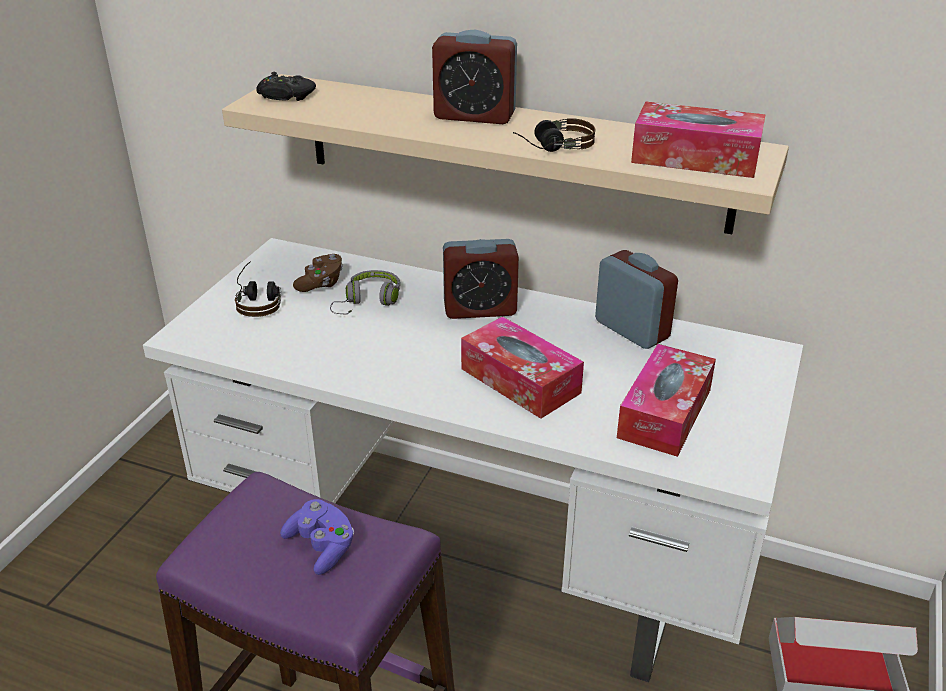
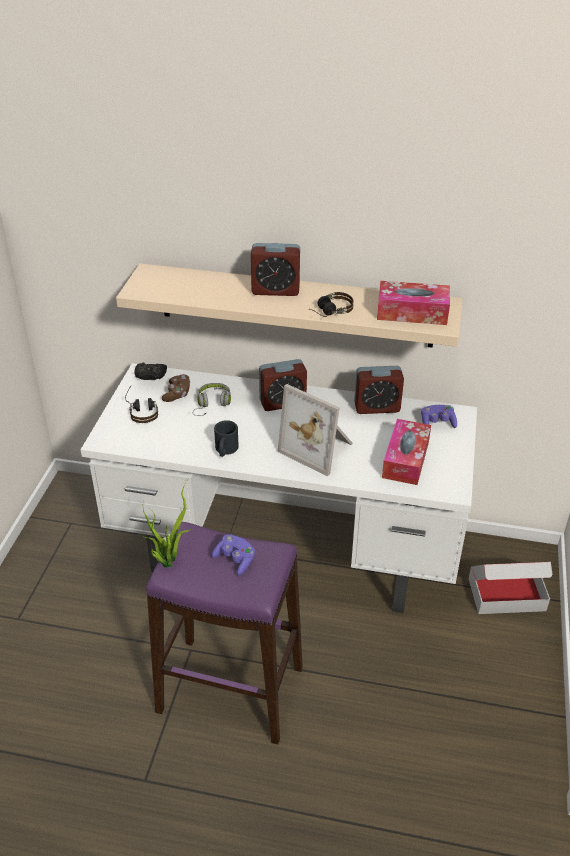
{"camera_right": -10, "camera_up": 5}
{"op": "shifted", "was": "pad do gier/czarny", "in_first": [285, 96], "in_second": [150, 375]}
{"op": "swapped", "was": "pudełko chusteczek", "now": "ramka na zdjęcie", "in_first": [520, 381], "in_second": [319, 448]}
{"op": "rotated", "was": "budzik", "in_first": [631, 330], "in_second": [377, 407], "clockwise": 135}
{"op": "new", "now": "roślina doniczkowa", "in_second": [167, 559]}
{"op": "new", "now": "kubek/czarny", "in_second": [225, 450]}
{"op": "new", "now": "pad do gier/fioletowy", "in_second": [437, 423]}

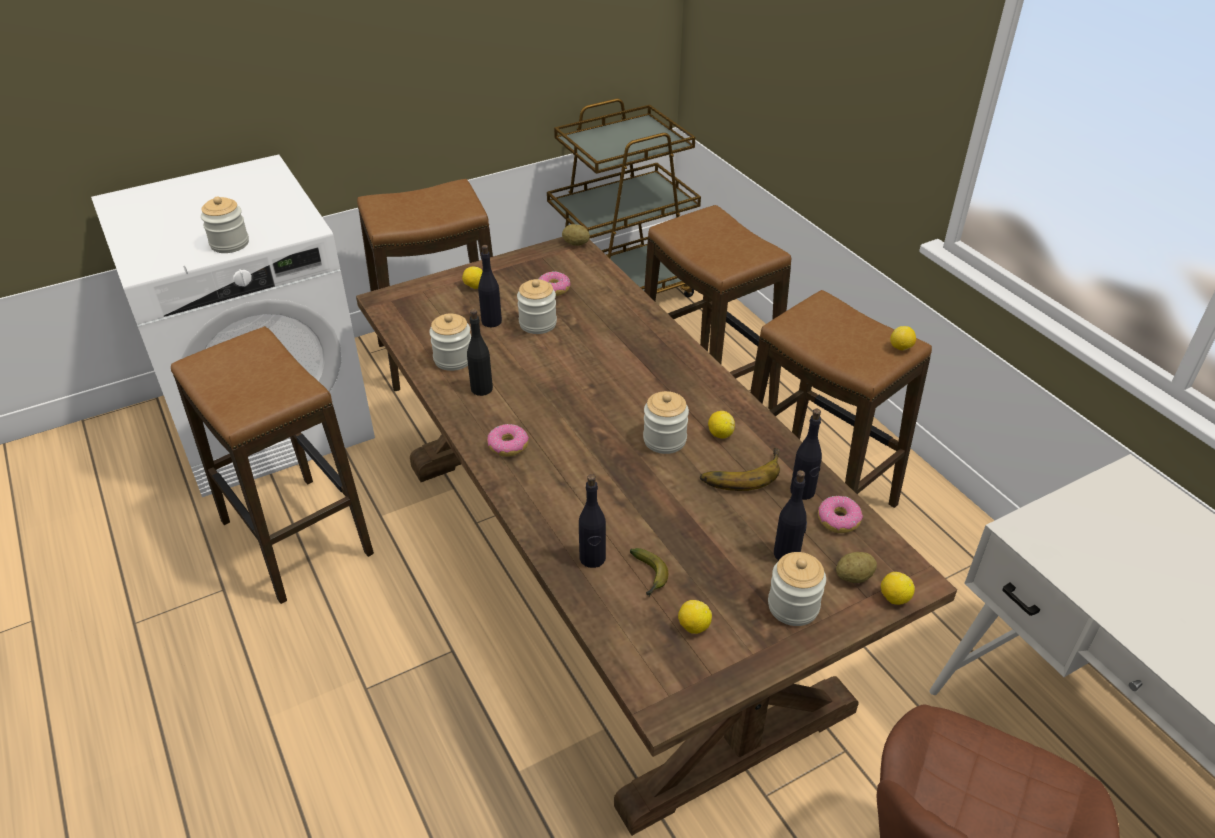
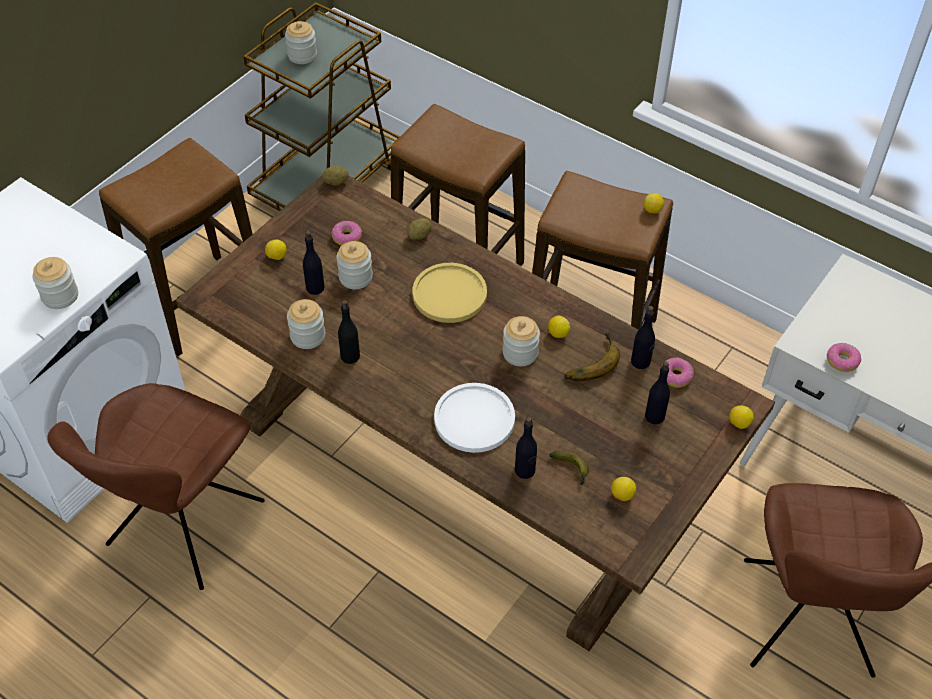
{"camera_right": -25, "camera_up": 10}
{"op": "swapped", "was": "stołek", "now": "krzesło/brązowy", "in_first": [296, 538], "in_second": [182, 527]}
{"op": "shifted", "was": "donut", "in_first": [508, 446], "in_second": [842, 361]}
{"op": "shifted", "was": "słoik", "in_first": [793, 606], "in_second": [302, 55]}
{"op": "shifted", "was": "ziemniak", "in_first": [854, 577], "in_second": [419, 235]}
{"op": "new", "now": "talerz/żółty", "in_second": [449, 294]}
{"op": "new", "now": "talerz/biały", "in_second": [474, 419]}

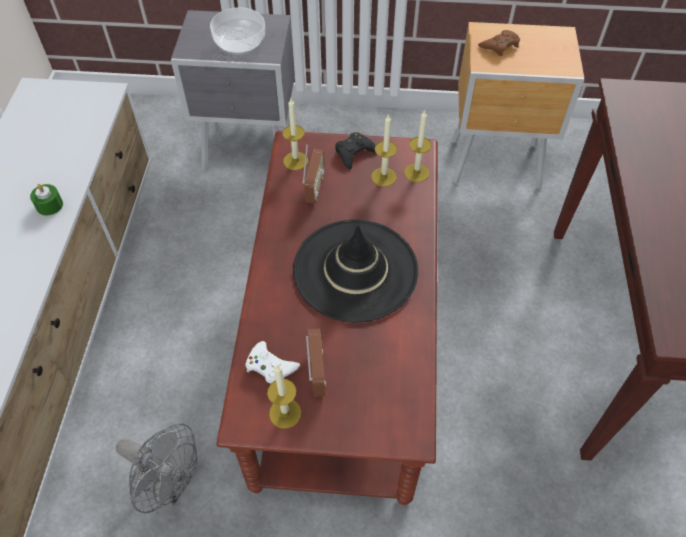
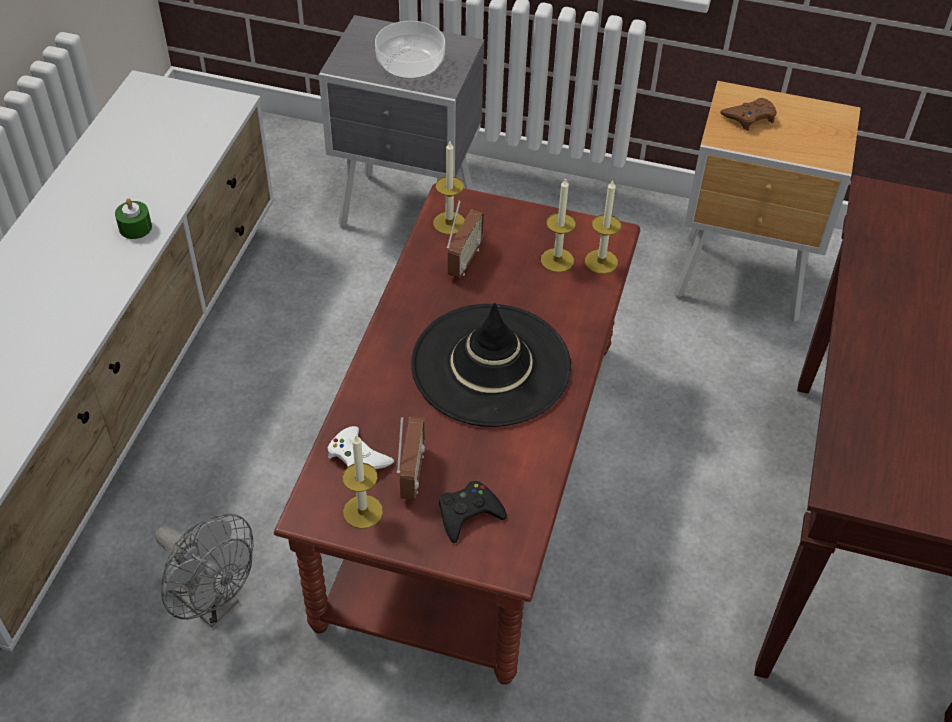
{"camera_right": 10, "camera_up": -5}
{"op": "shifted", "was": "pad do gier/czarny", "in_first": [354, 153], "in_second": [468, 514]}

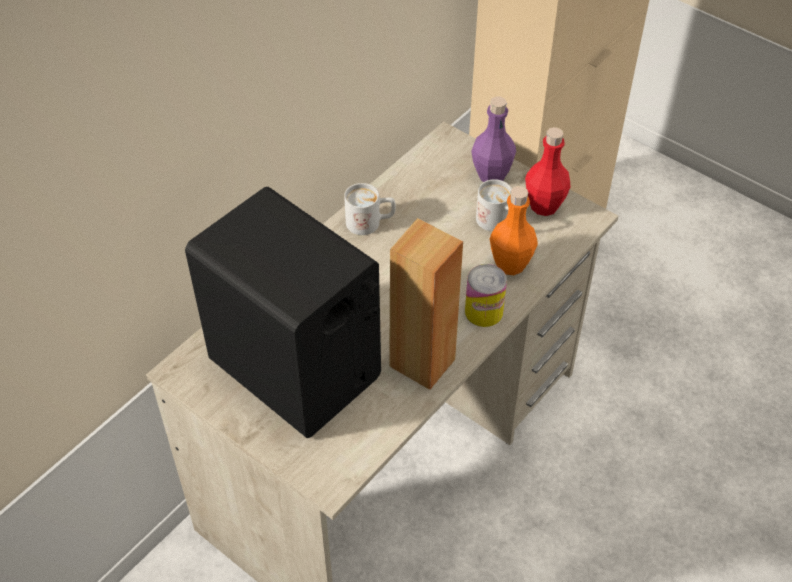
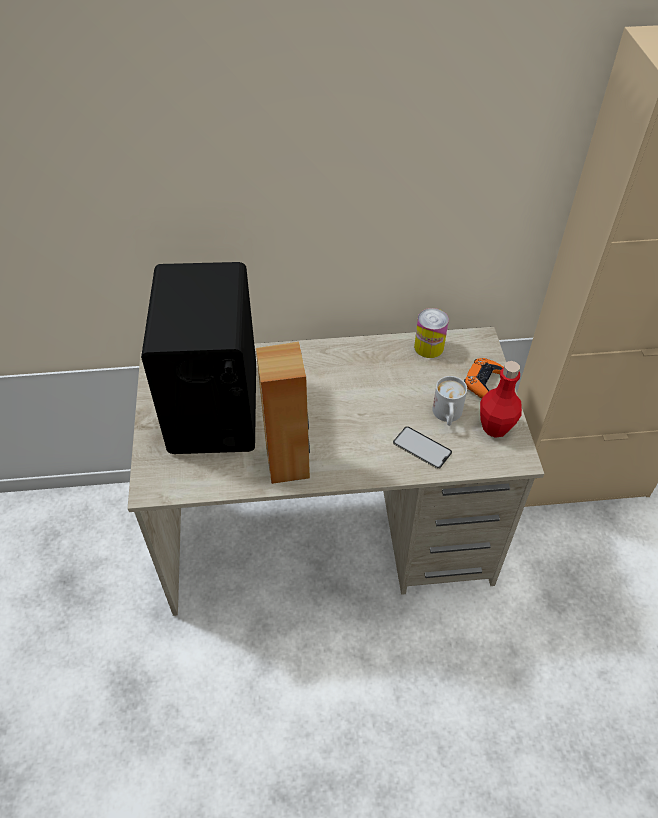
{"camera_right": 45, "camera_up": 0}
{"op": "gone", "was": "kubek/biały", "in_first": [370, 223]}
{"op": "shifted", "was": "puszka", "in_first": [484, 311], "in_second": [429, 347]}
{"op": "swapped", "was": "butelka/fioletowy", "now": "pad do gier/pomarańczowy", "in_first": [491, 175], "in_second": [483, 382]}
{"op": "swapped", "was": "butelka/pomarańczowy", "now": "telefon", "in_first": [510, 264], "in_second": [422, 448]}

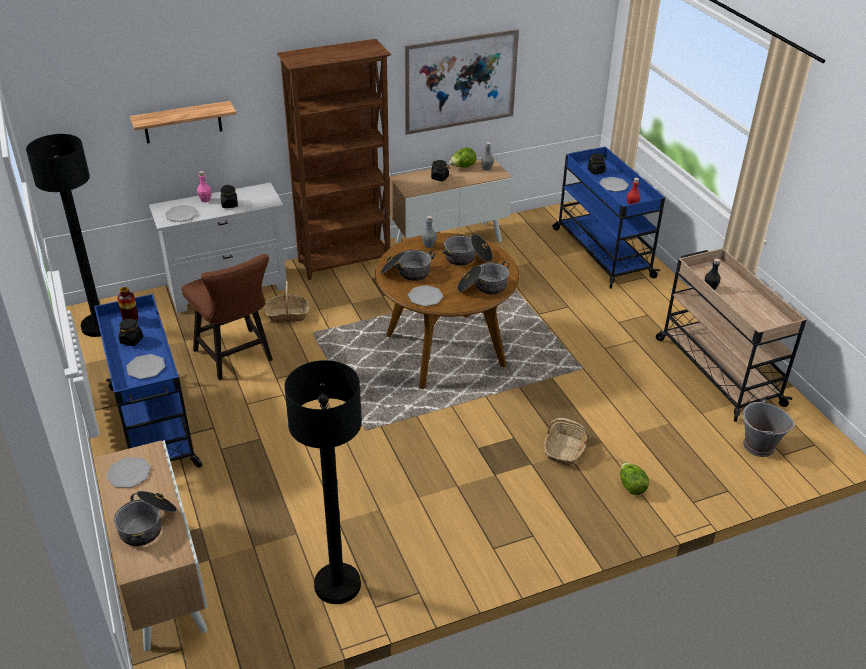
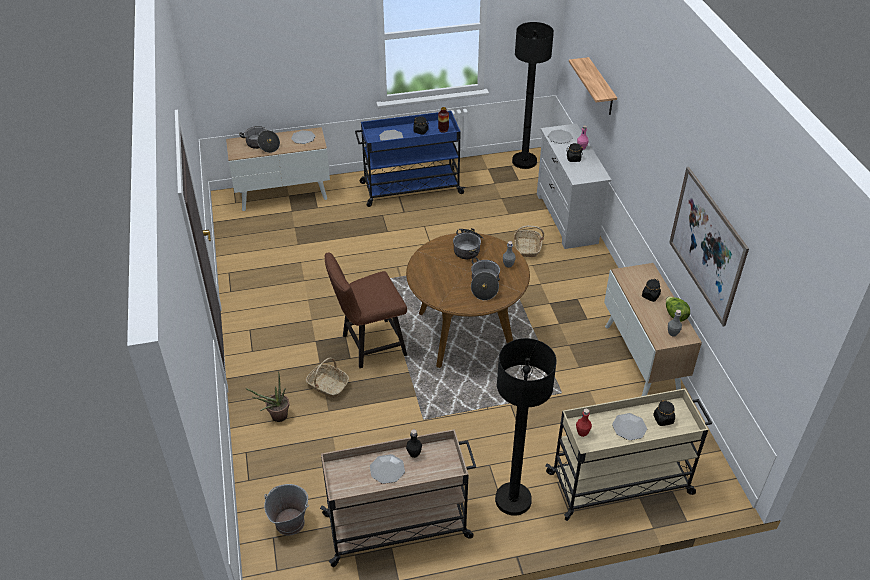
{"camera_right": 100, "camera_up": 5}
{"op": "shifted", "was": "krzesło/brązowy", "in_first": [236, 358], "in_second": [369, 346]}
{"op": "gone", "was": "regał/brązowy", "in_first": [345, 262]}
{"op": "shifted", "was": "lampa stojąca/czarny", "in_first": [337, 584], "in_second": [513, 499]}
{"op": "shifted", "was": "talerz", "in_first": [425, 297], "in_second": [387, 469]}
{"op": "gone", "was": "garnek", "in_first": [483, 287]}
{"op": "repainted", "was": "wózek/niebieski", "now": "wózek/beżowy", "in_first": [601, 252], "in_second": [621, 483]}
{"op": "swapped", "was": "sałata", "now": "roślina doniczkowa", "in_first": [631, 486], "in_second": [276, 417]}

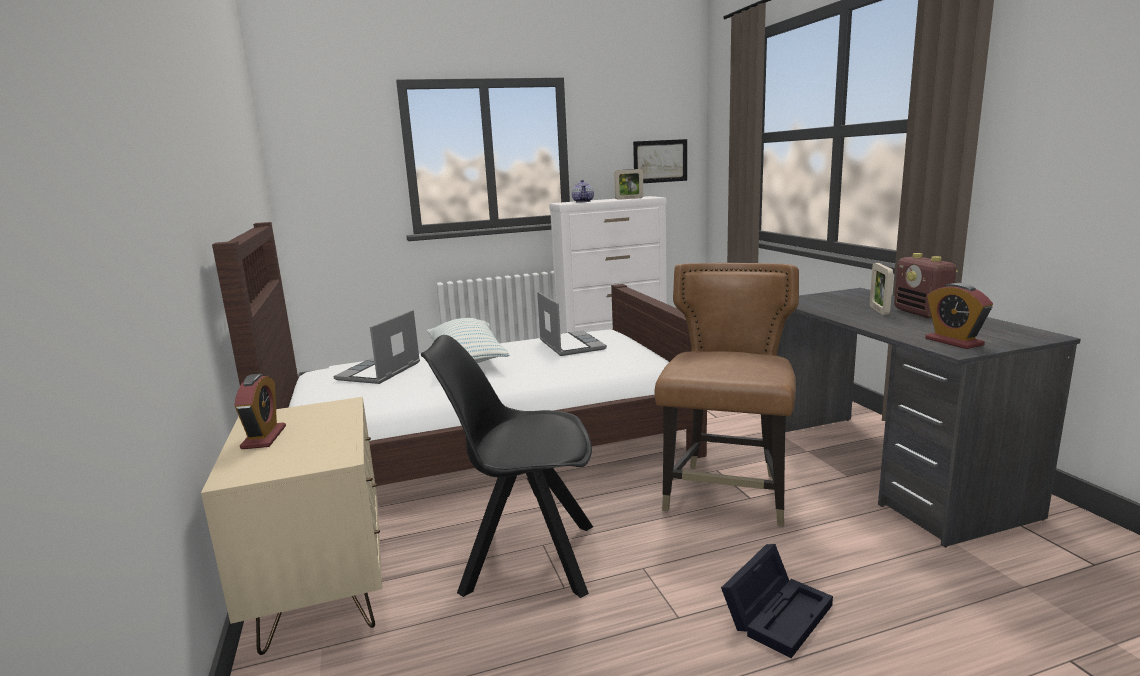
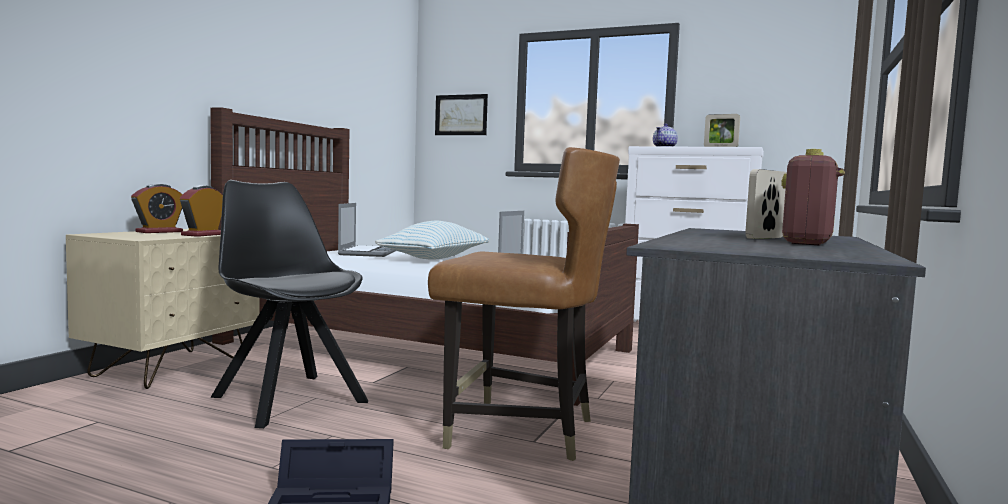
{"camera_right": 40, "camera_up": -10}
{"op": "rotated", "was": "laptop", "in_first": [379, 372], "in_second": [367, 253], "clockwise": 120}
{"op": "shifted", "was": "obraz", "in_first": [660, 161], "in_second": [461, 115]}
{"op": "rotated", "was": "krzesło/brązowy", "in_first": [727, 494], "in_second": [520, 431], "clockwise": 45}
{"op": "shifted", "was": "budzik", "in_first": [953, 342], "in_second": [203, 235]}

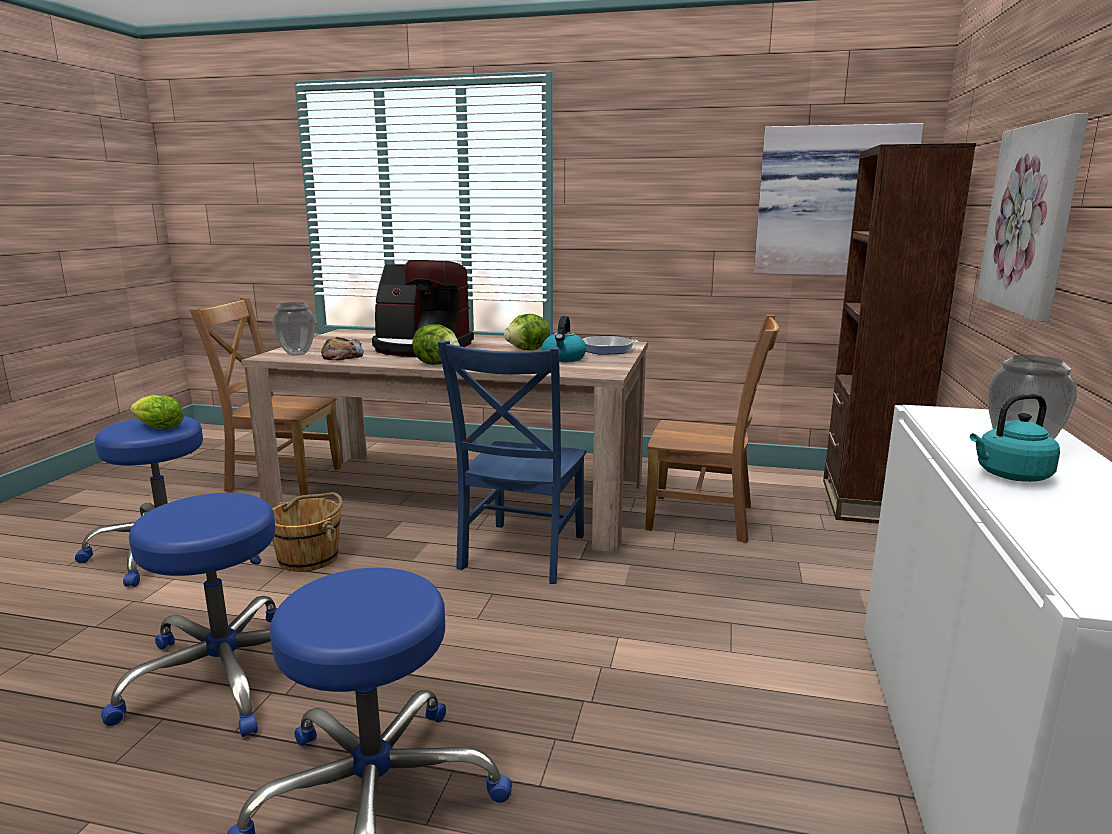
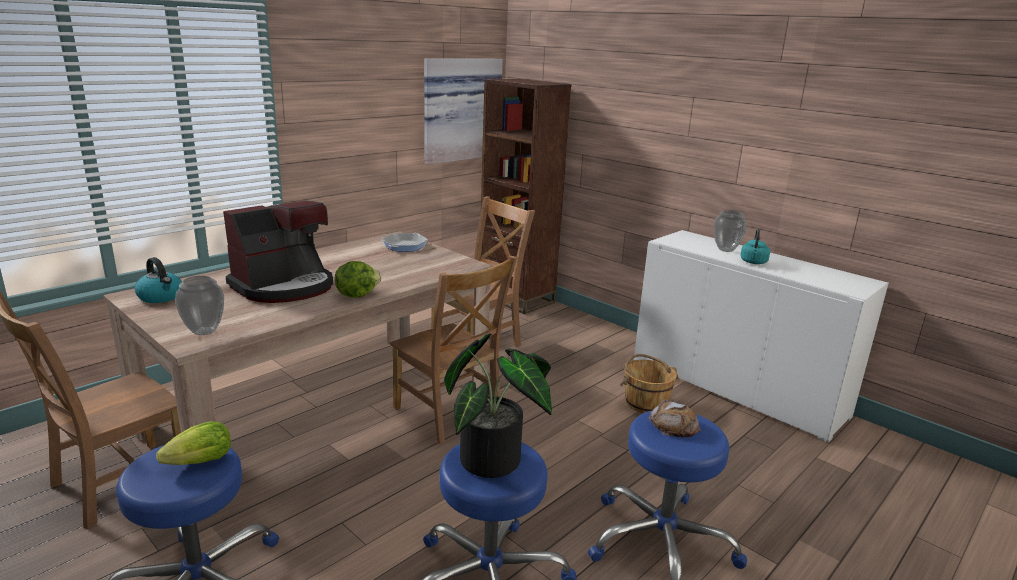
{"camera_right": -60, "camera_up": 5}
{"op": "shifted", "was": "wiadro/brązowy", "in_first": [310, 557], "in_second": [645, 402]}
{"op": "shifted", "was": "chleb", "in_first": [342, 356], "in_second": [674, 425]}
{"op": "repainted", "was": "krzesło/niebieski", "now": "krzesło/brązowy", "in_first": [520, 554], "in_second": [449, 414]}
{"op": "gone", "was": "sałata", "in_first": [528, 350]}
{"op": "shifted", "was": "czajnik", "in_first": [564, 358], "in_second": [161, 297]}
{"op": "gone", "was": "obraz", "in_first": [1032, 219]}
{"op": "new", "now": "roślina doniczkowa", "in_second": [497, 459]}

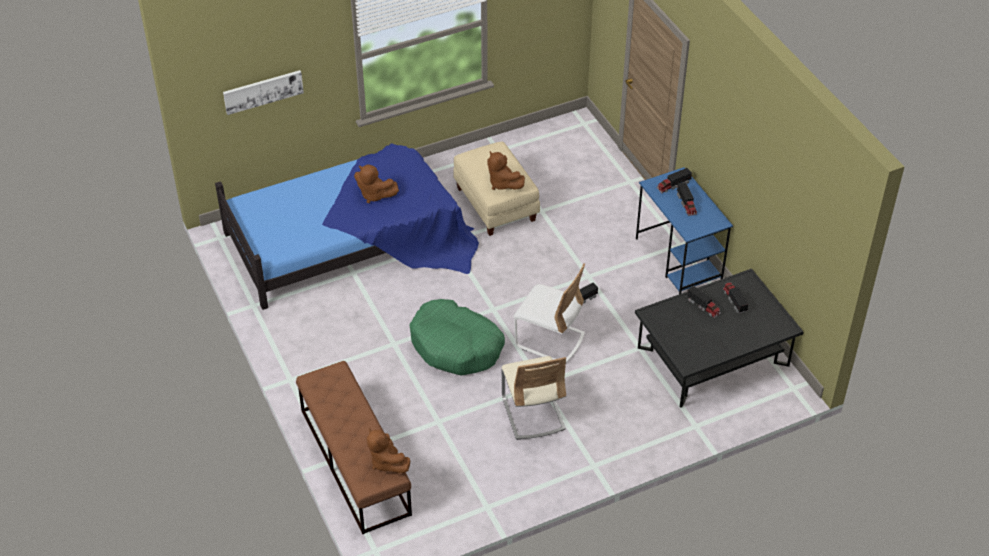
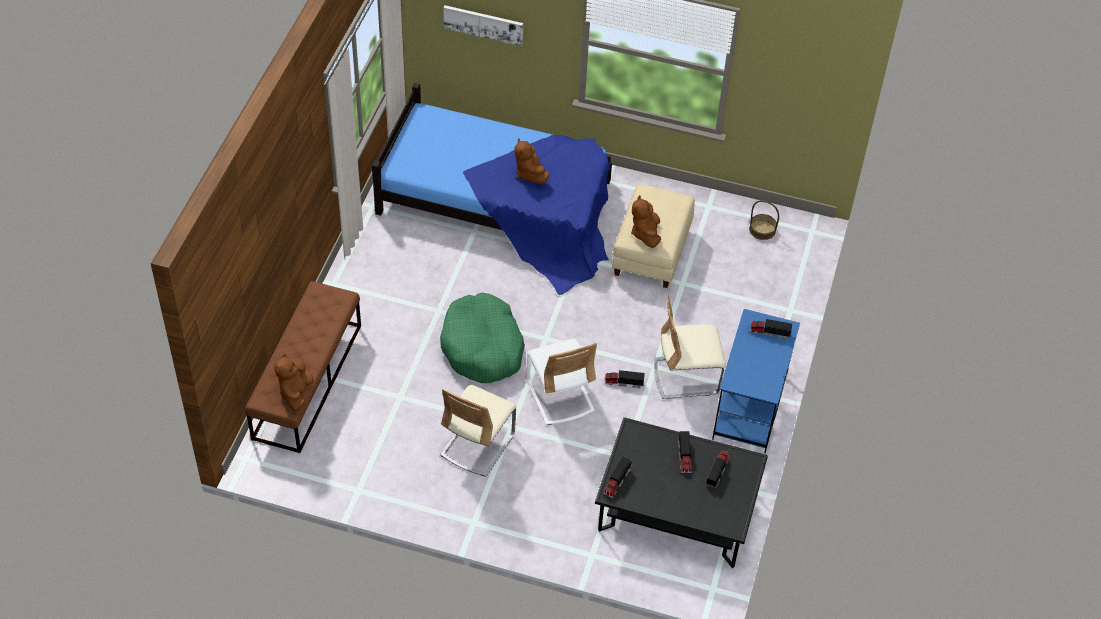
{"camera_right": 40, "camera_up": 5}
{"op": "shifted", "was": "ciężarówka zabawkowa", "in_first": [686, 204], "in_second": [616, 481]}
{"op": "new", "now": "krzesło/beżowy", "in_second": [686, 376]}
{"op": "new", "now": "koszyk", "in_second": [762, 230]}

